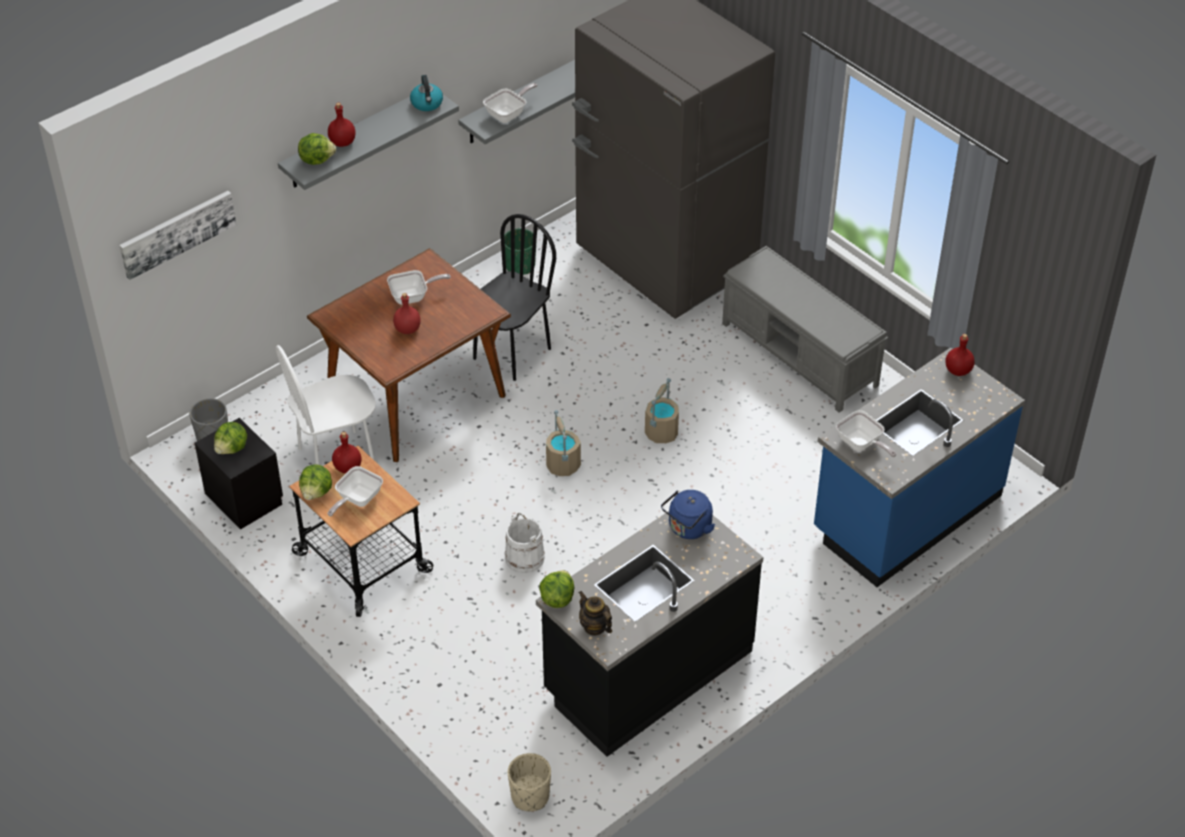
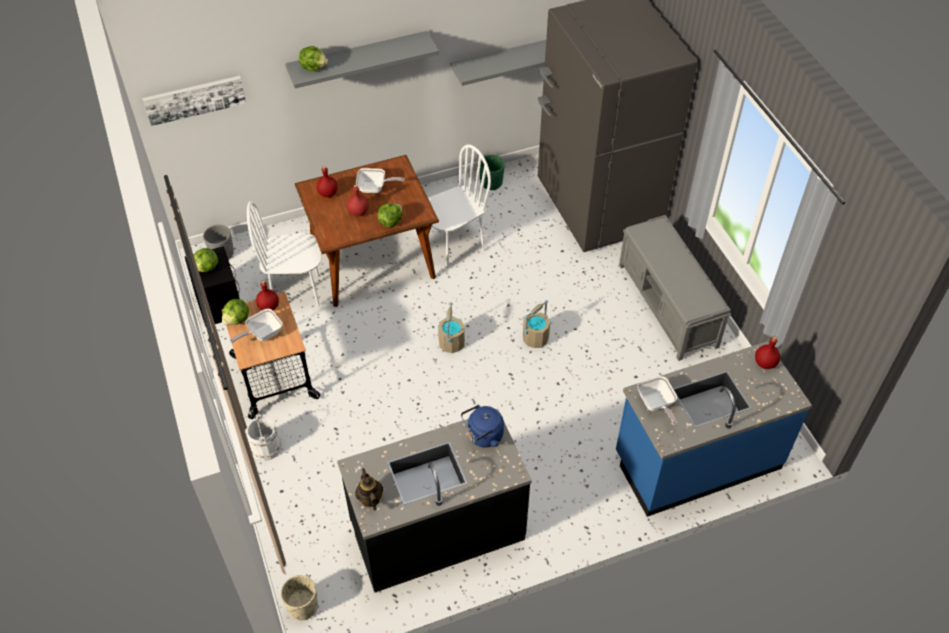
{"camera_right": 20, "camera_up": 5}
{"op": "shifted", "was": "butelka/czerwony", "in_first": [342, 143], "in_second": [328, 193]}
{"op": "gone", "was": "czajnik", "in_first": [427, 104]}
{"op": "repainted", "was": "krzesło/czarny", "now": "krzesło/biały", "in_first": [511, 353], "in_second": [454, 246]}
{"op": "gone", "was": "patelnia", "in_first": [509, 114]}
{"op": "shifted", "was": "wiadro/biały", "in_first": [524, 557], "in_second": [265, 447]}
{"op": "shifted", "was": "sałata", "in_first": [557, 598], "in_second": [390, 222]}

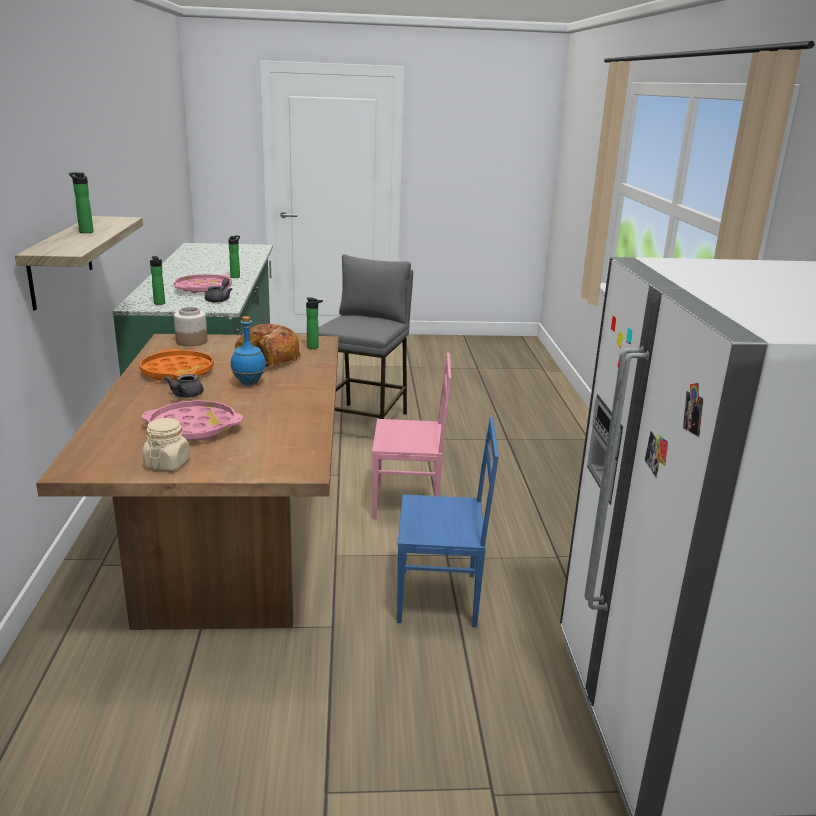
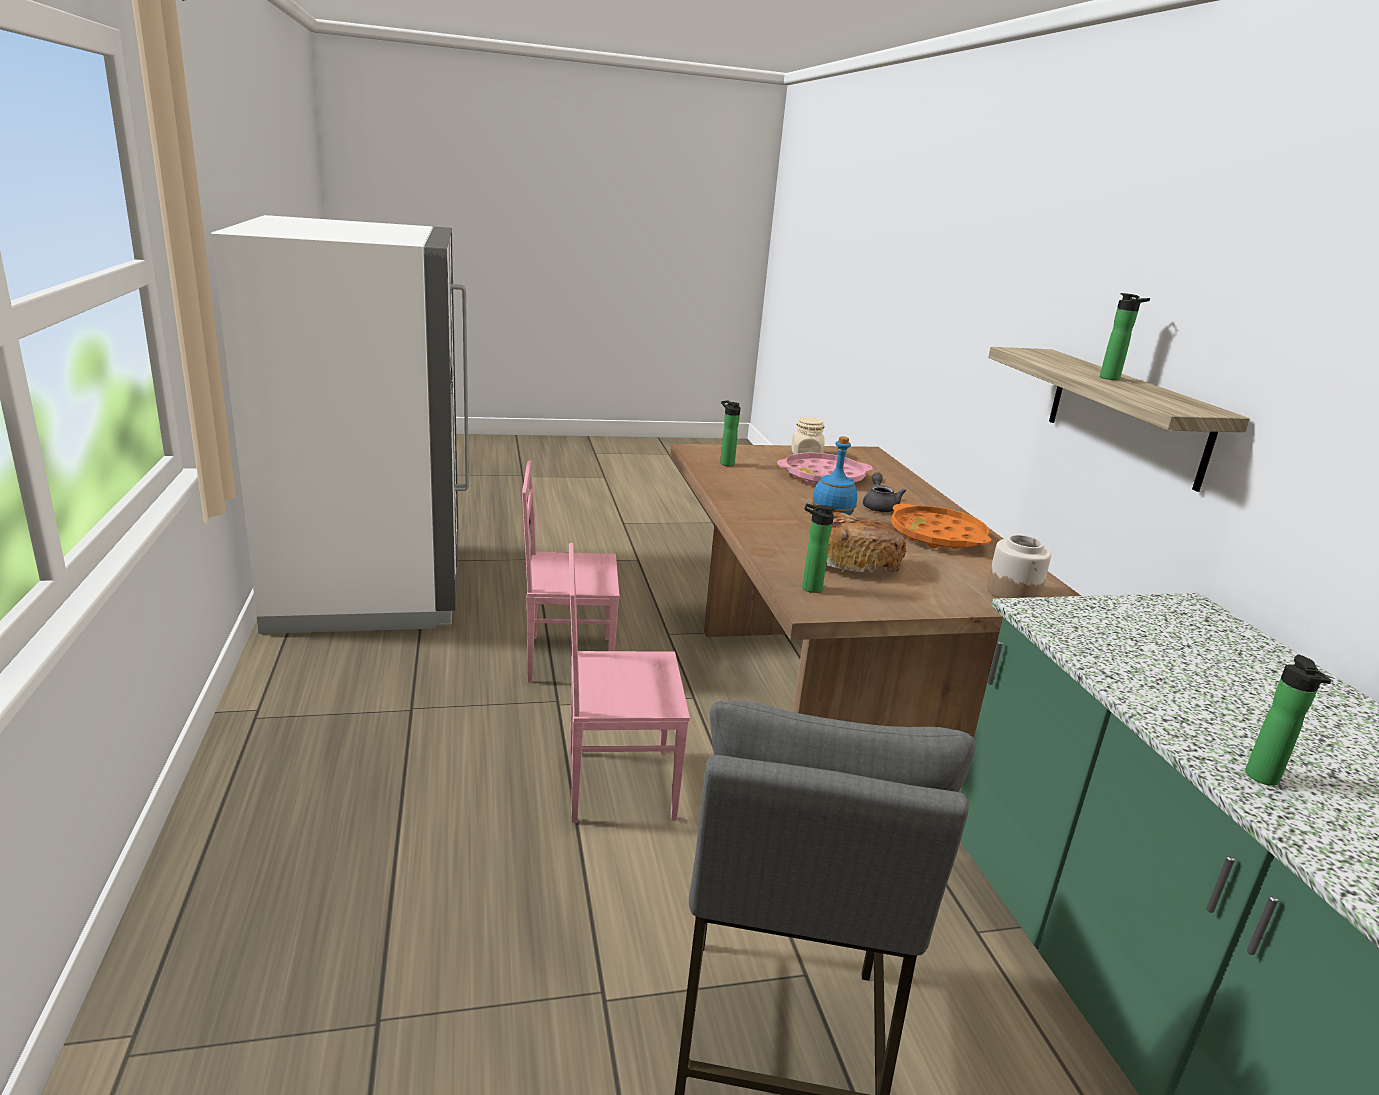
{"camera_right": 170, "camera_up": 0}
{"op": "shifted", "was": "butelka", "in_first": [160, 304], "in_second": [725, 463]}
{"op": "gone", "was": "taca/różowy", "in_first": [203, 289]}
{"op": "gone", "was": "imbryk/szary", "in_first": [219, 299]}
{"op": "repainted", "was": "krzesło/niebieski", "now": "krzesło/różowy", "in_first": [439, 598], "in_second": [568, 658]}

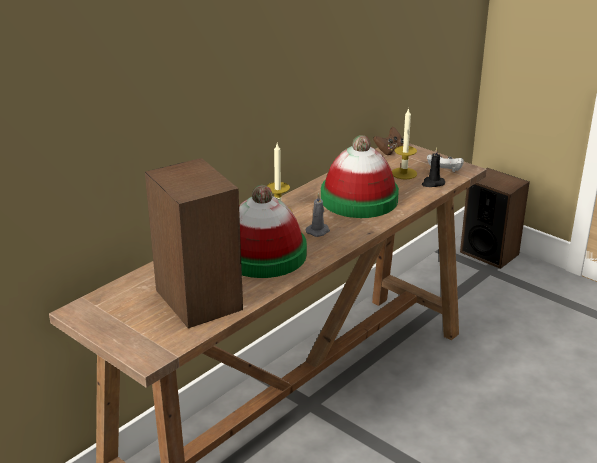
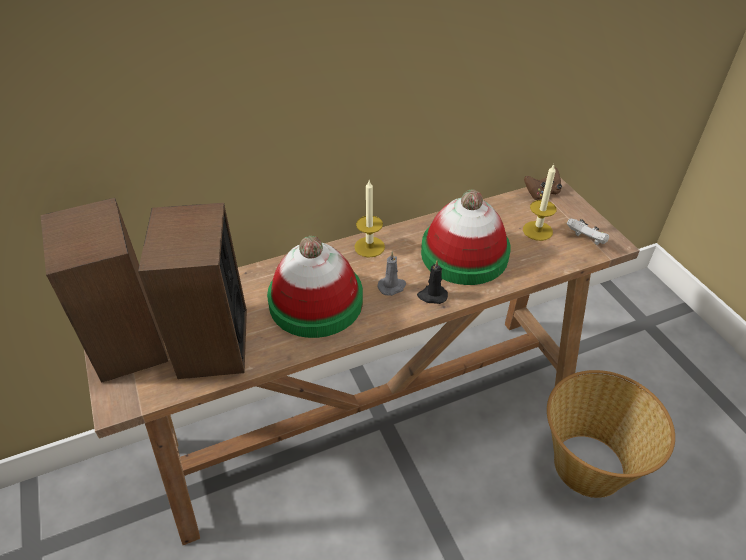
{"camera_right": 25, "camera_up": 15}
{"op": "shifted", "was": "świeca/czarny", "in_first": [432, 183], "in_second": [432, 296]}
{"op": "shifted", "was": "głośnik", "in_first": [489, 253], "in_second": [129, 341]}
{"op": "new", "now": "koszyk", "in_second": [589, 464]}

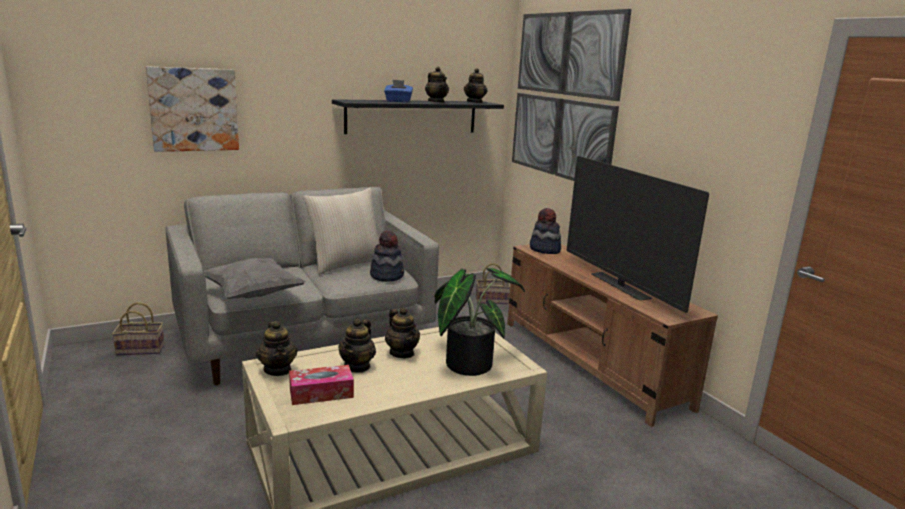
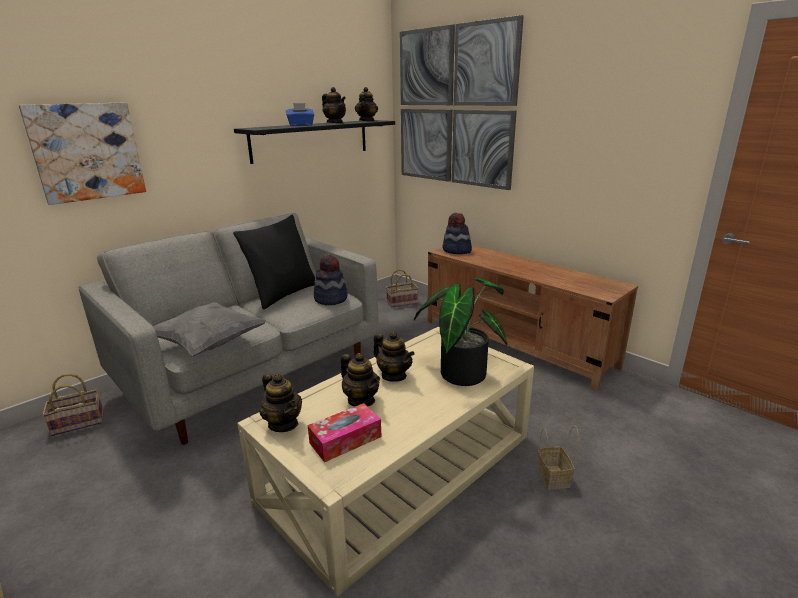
{"camera_right": -15, "camera_up": 5}
{"op": "repainted", "was": "poduszka/beżowy", "now": "poduszka/czarny", "in_first": [345, 264], "in_second": [282, 294]}
{"op": "rotated", "was": "imbryk", "in_first": [357, 366], "in_second": [361, 400], "clockwise": -45}
{"op": "gone", "was": "telewizor", "in_first": [619, 286]}
{"op": "new", "now": "koszyk", "in_second": [554, 478]}

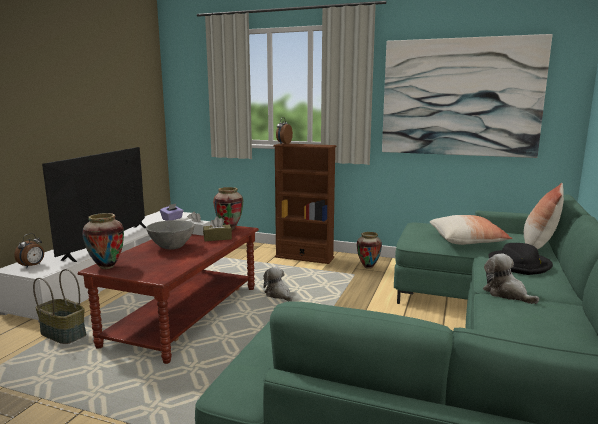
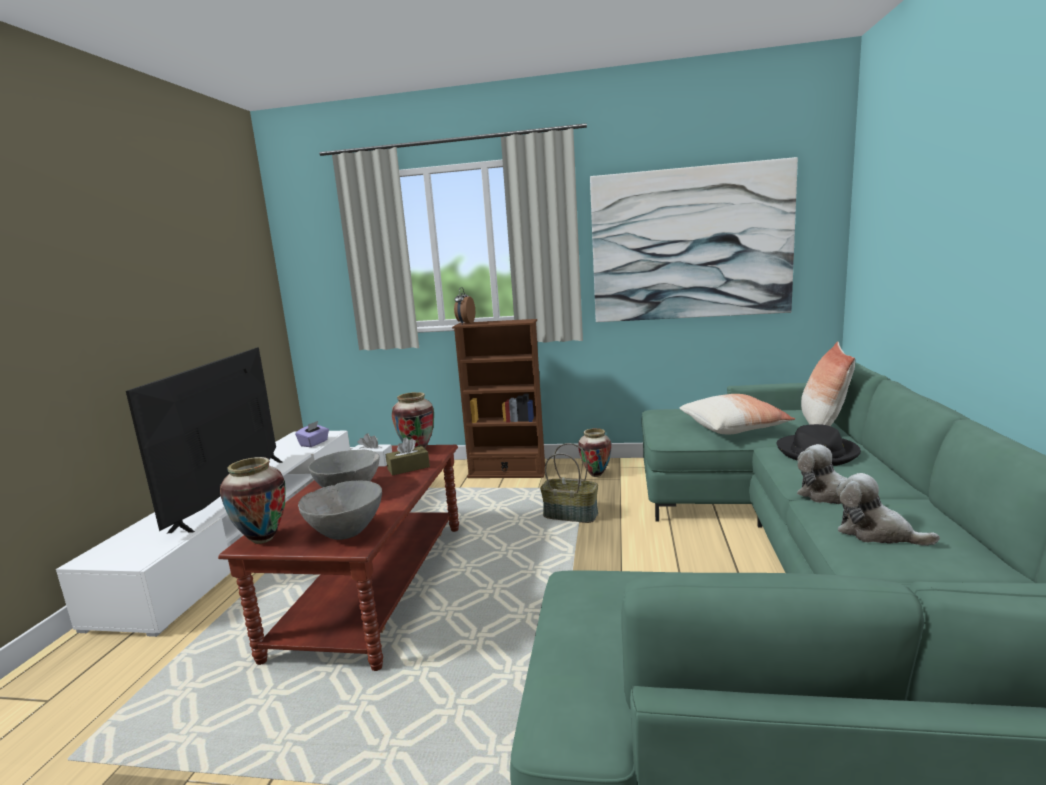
{"camera_right": -10, "camera_up": 0}
{"op": "gone", "was": "budzik", "in_first": [32, 266]}
{"op": "shifted", "was": "koszyk", "in_first": [64, 334], "in_second": [571, 514]}
{"op": "shifted", "was": "pluszak", "in_first": [278, 295], "in_second": [876, 533]}
{"op": "new", "now": "miska/szary", "in_second": [346, 533]}

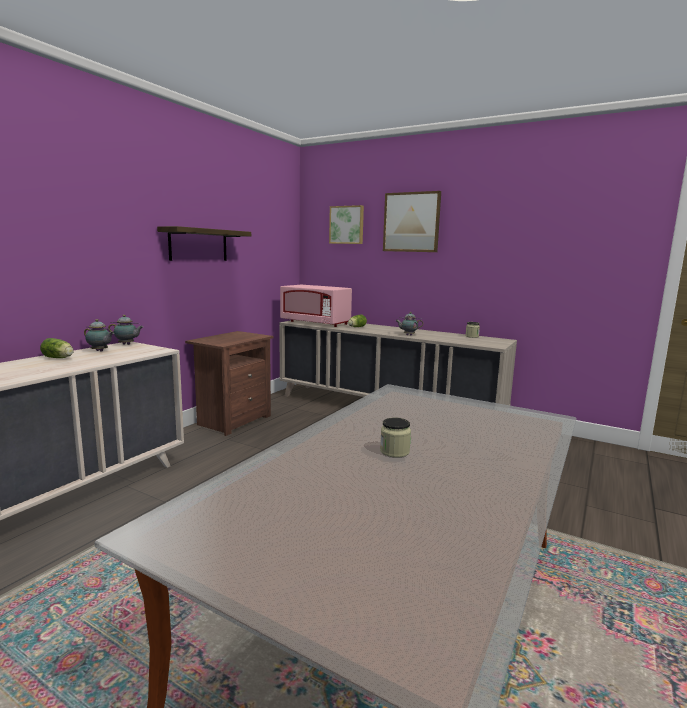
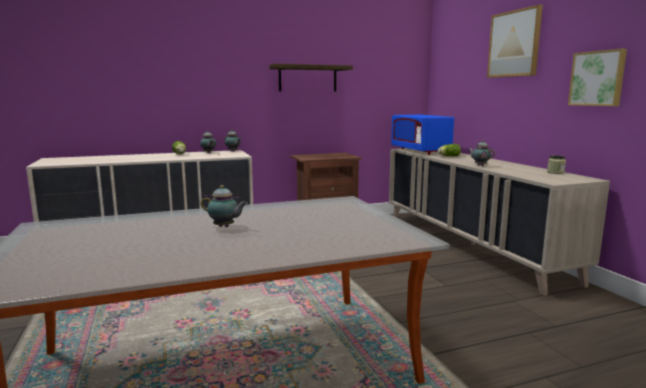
{"camera_right": 40, "camera_up": 0}
{"op": "repainted", "was": "mikrofalówka/różowy", "now": "mikrofalówka/niebieski", "in_first": [315, 323], "in_second": [420, 151]}
{"op": "shifted", "was": "obraz", "in_first": [347, 225], "in_second": [597, 78]}
{"op": "swapped", "was": "słoik", "now": "imbryk", "in_first": [394, 451], "in_second": [225, 227]}

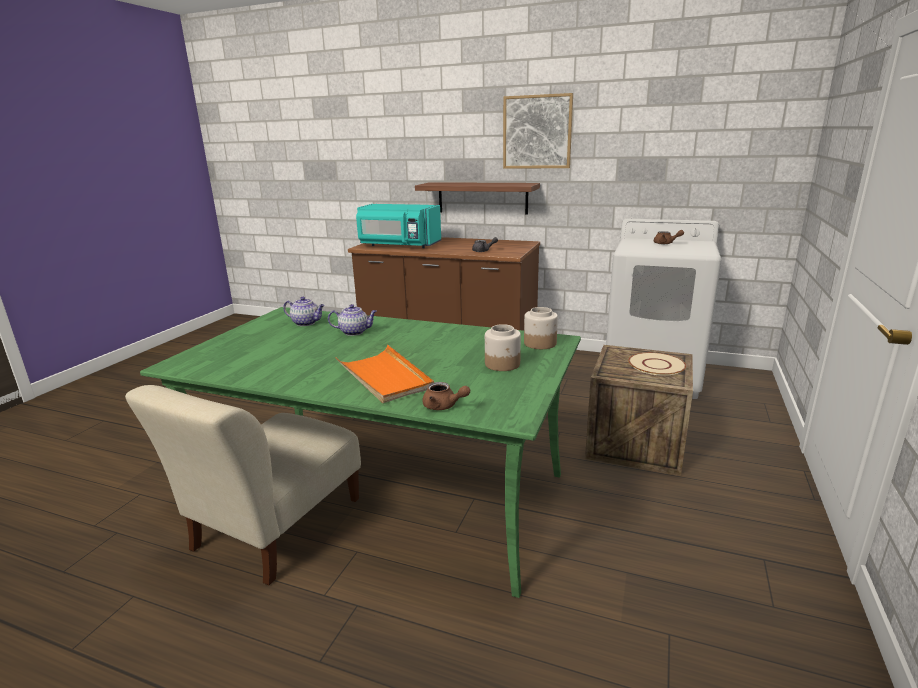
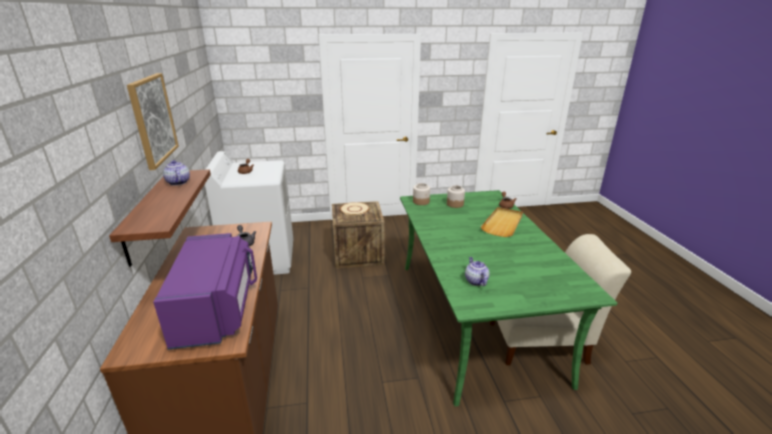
{"camera_right": -120, "camera_up": 5}
{"op": "shifted", "was": "imbryk", "in_first": [355, 332], "in_second": [178, 182]}
{"op": "repainted", "was": "taca/pomarańczowy", "now": "taca/beżowy", "in_first": [384, 377], "in_second": [503, 223]}
{"op": "repainted", "was": "mikrofalówka/turkusowy", "now": "mikrofalówka/fioletowy", "in_first": [398, 245], "in_second": [217, 309]}

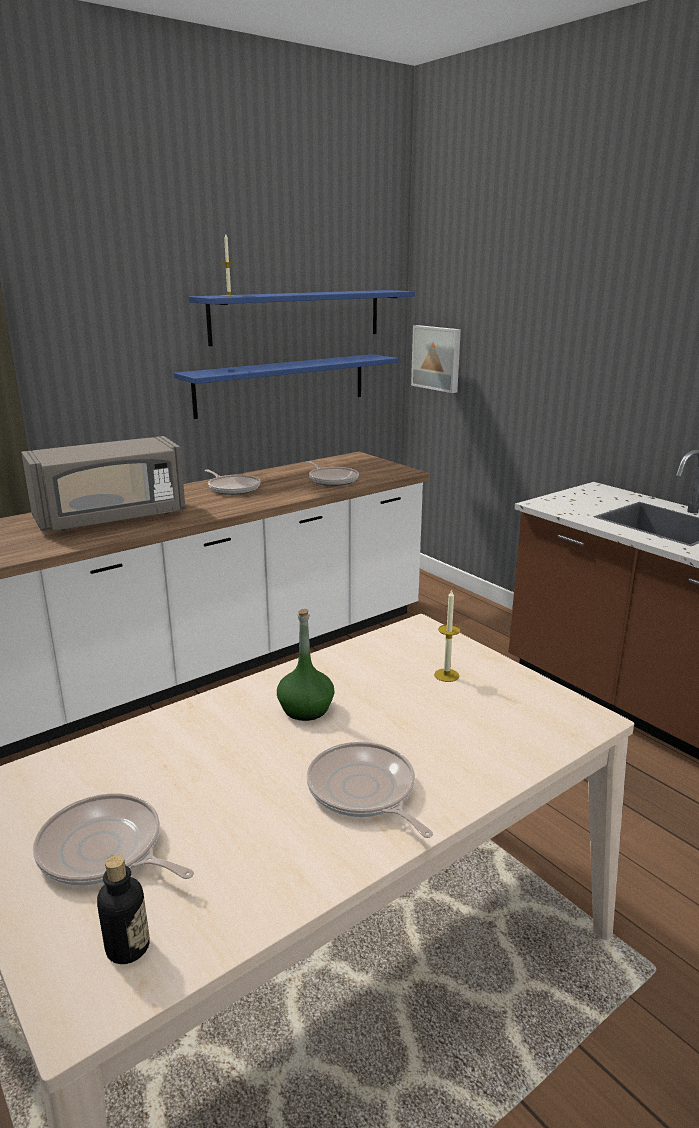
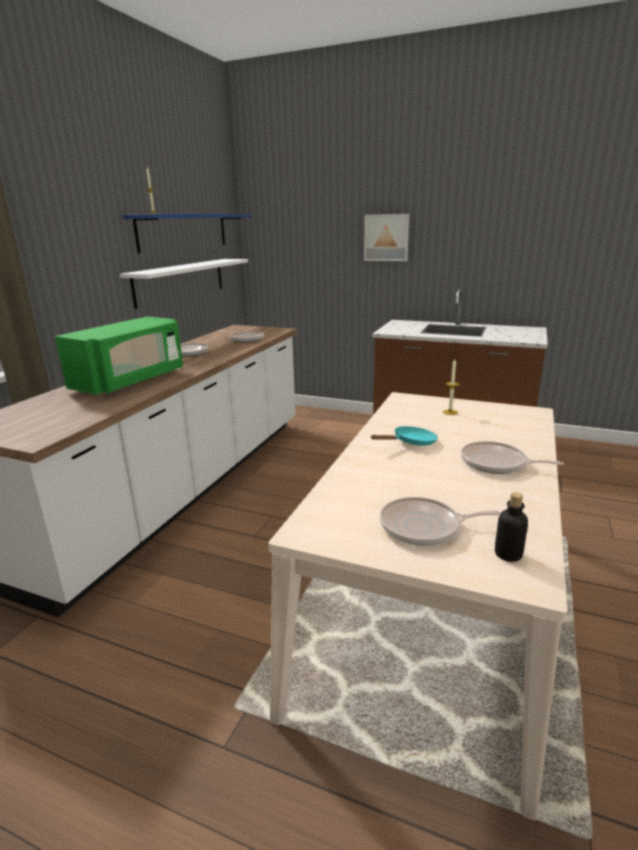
{"camera_right": -30, "camera_up": 0}
{"op": "repainted", "was": "mikrofalówka/szary", "now": "mikrofalówka/zielony", "in_first": [111, 518], "in_second": [131, 381]}
{"op": "repainted", "was": "półka/niebieski", "now": "półka/biały", "in_first": [282, 385], "in_second": [181, 281]}
{"op": "swapped", "was": "butelka/zielony", "now": "patelnia/turkusowy", "in_first": [305, 709], "in_second": [411, 443]}
{"op": "shifted", "was": "obraz", "in_first": [437, 358], "in_second": [386, 237]}

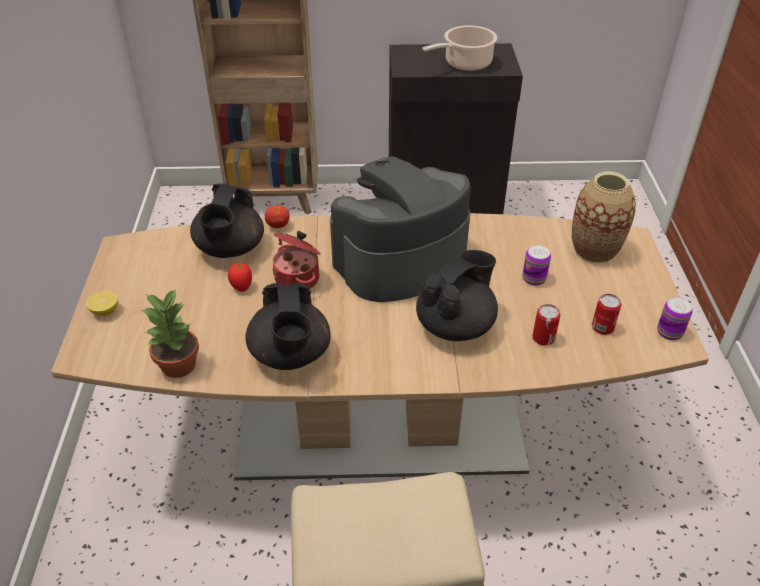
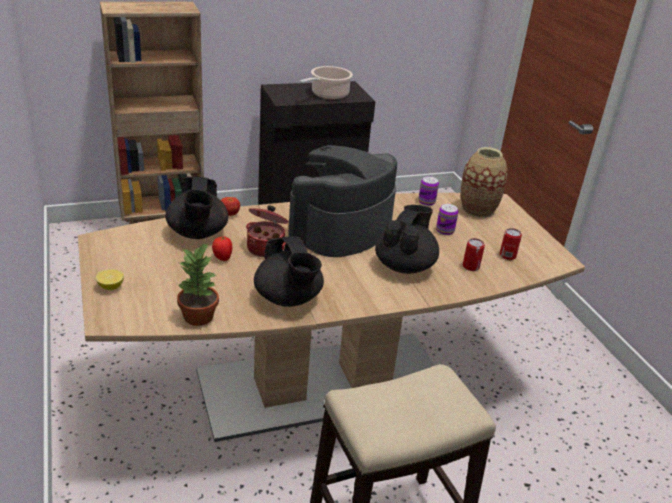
{"camera_right": -20, "camera_up": -10}
{"op": "shifted", "was": "puszka", "in_first": [669, 332], "in_second": [426, 202]}

